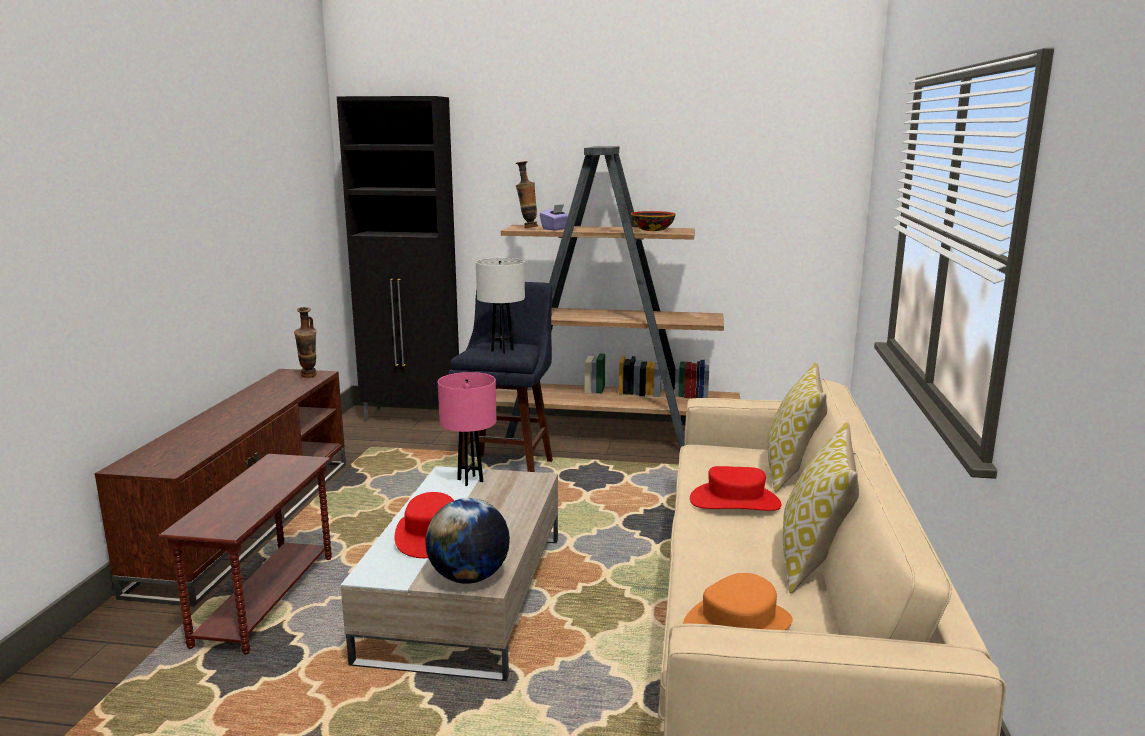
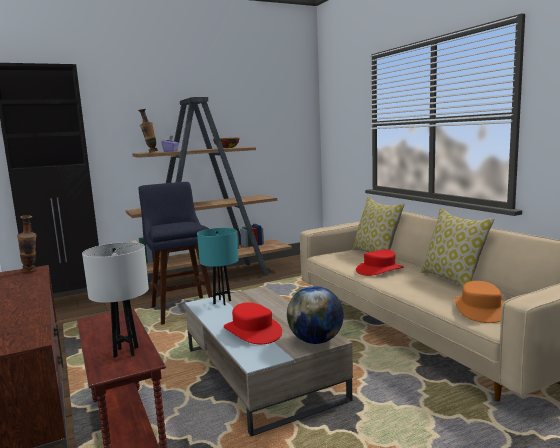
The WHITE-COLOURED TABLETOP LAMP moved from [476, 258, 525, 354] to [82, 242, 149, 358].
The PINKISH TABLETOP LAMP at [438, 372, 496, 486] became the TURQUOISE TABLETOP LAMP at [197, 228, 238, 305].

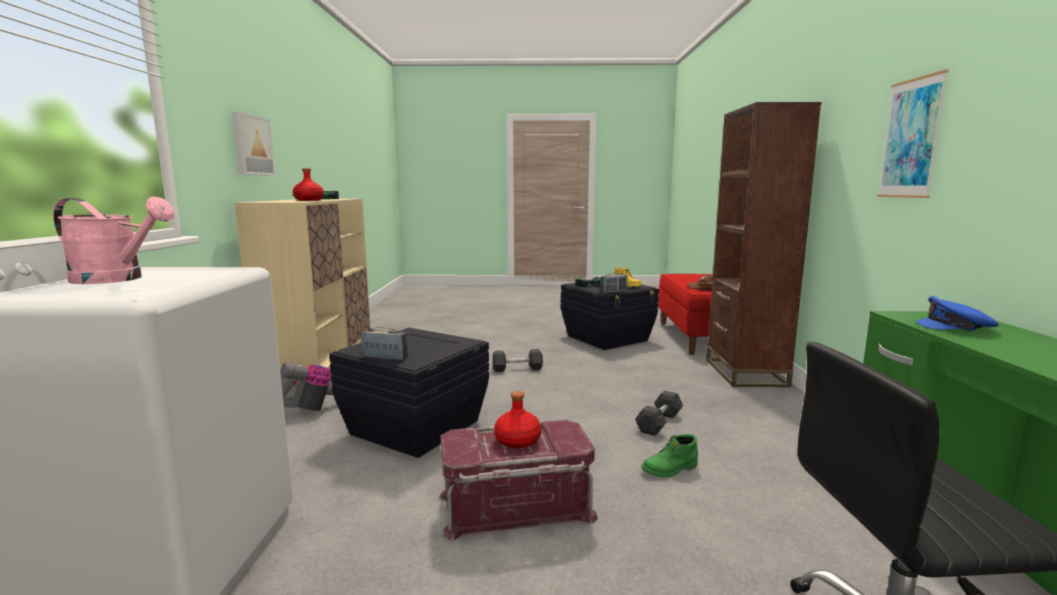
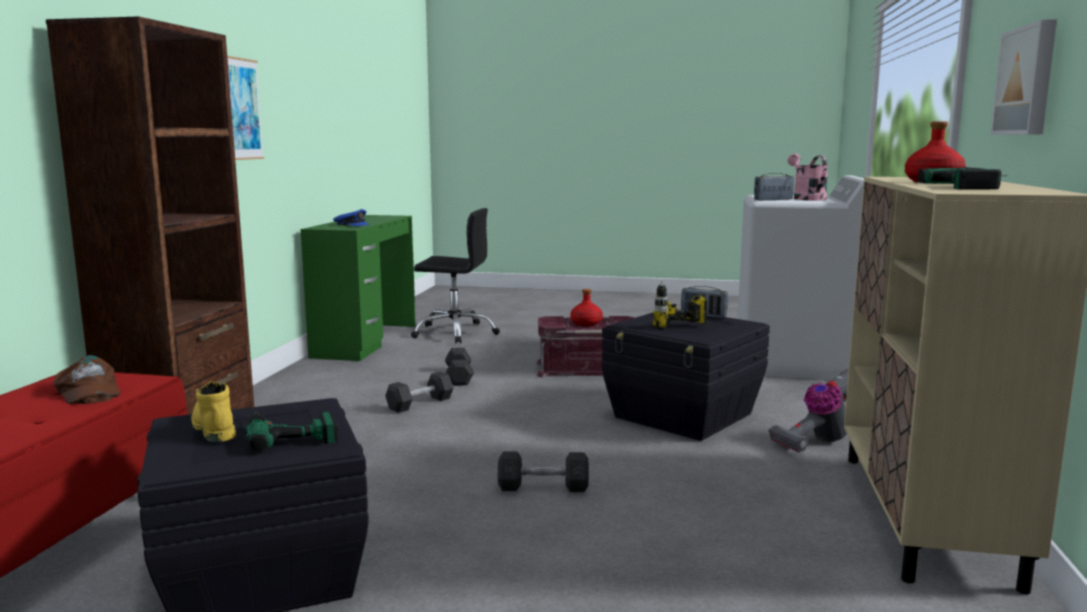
The PINKISH WATERING POT at [53, 196, 175, 284] turned 60 degrees clockwise.
The RADIO RECEIVER moved from [600, 273, 627, 293] to [754, 173, 794, 201].
The GREEN-COLOURED HIGH-TOP BOOT at [641, 434, 698, 477] was replaced by the GREYISH DUMBBELL at [445, 348, 474, 386].
The DRILL at [653, 281, 707, 328] appeared.

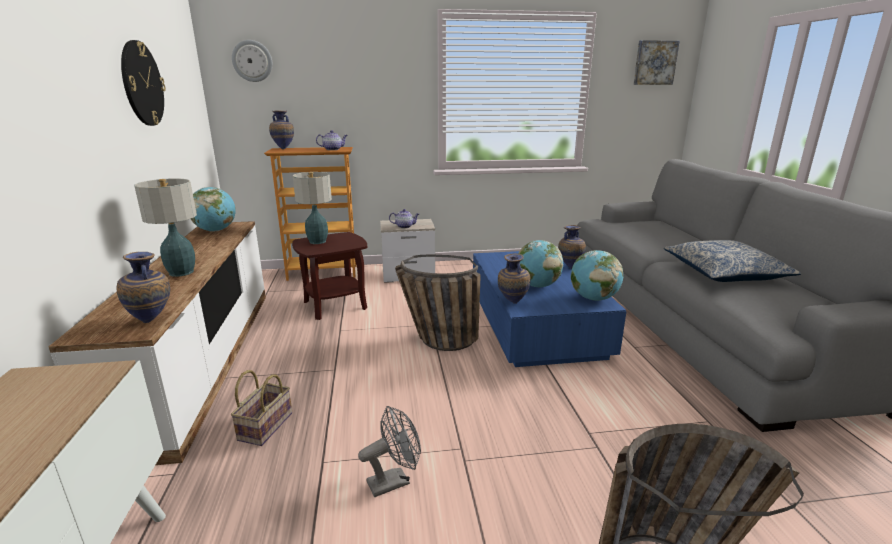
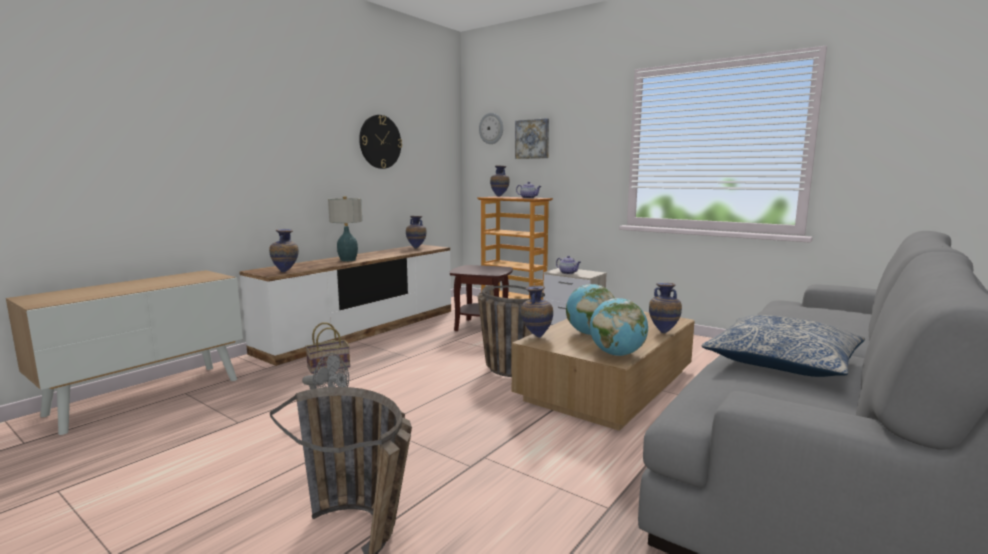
The WALL PICTURE moved from [633, 40, 680, 85] to [515, 118, 549, 159].
The TABLETOP LAMP at [293, 172, 332, 244] disappeared.
The WORLD GLOBE at [191, 187, 236, 232] was replaced by the VASE at [406, 216, 426, 248].
The BLUE-COLOURED LOUNGE TABLE at [473, 251, 626, 367] became the BROWN LOUNGE TABLE at [512, 312, 695, 431].

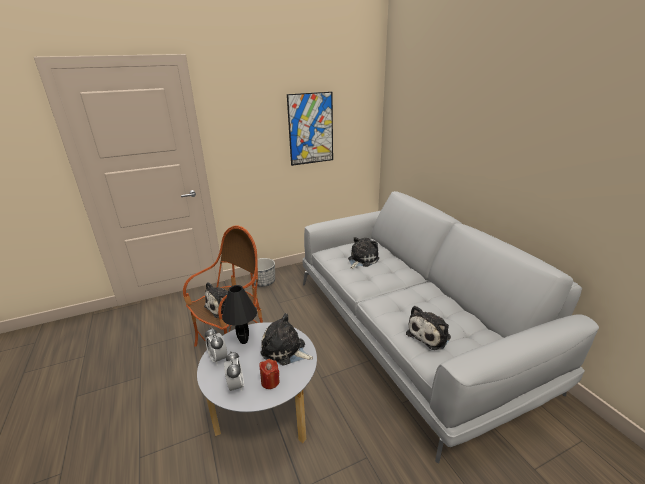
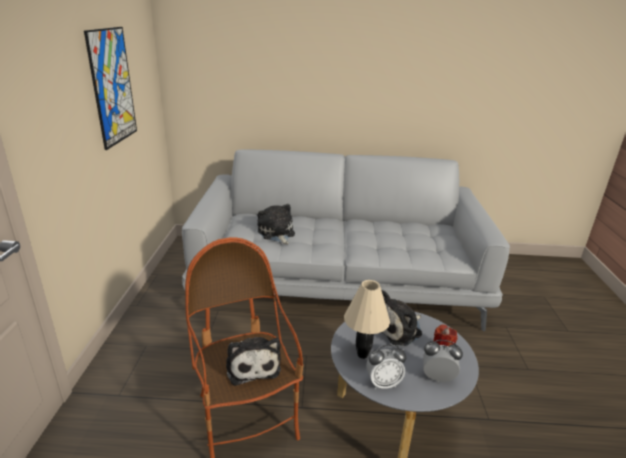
The PLANTER at [253, 258, 275, 287] disappeared.
The BLACK TABLETOP LAMP at [222, 285, 257, 344] became the BEIGE TABLETOP LAMP at [344, 280, 390, 359].
The SOFT TOY at [406, 306, 451, 350] disappeared.

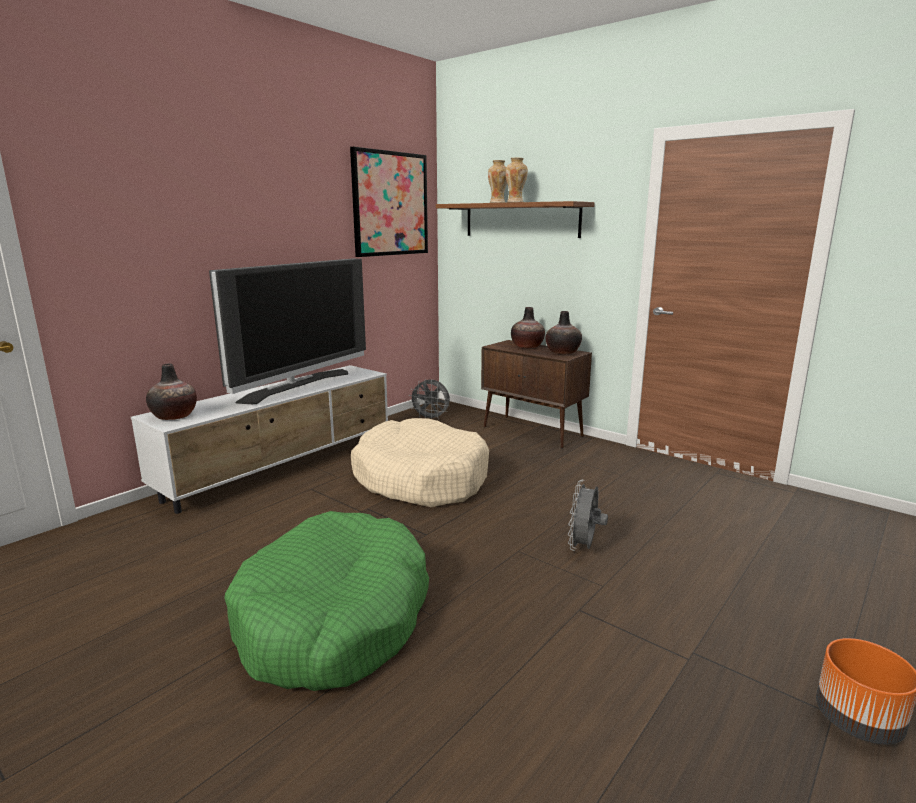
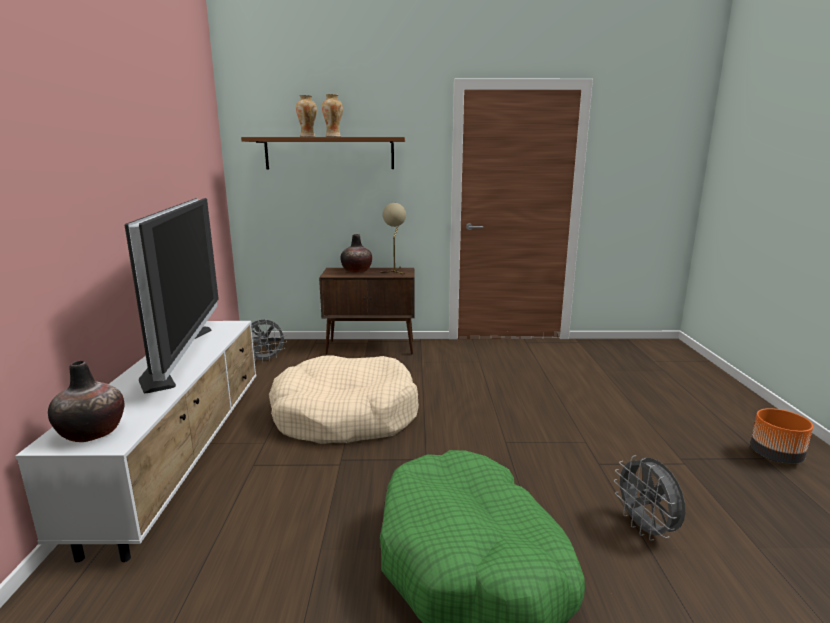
The WALL PICTURE at [350, 147, 428, 257] disappeared.
The VASE at [546, 311, 582, 354] was replaced by the BEIGE TABLETOP LAMP at [380, 203, 406, 274].
The GREYISH COOLING FAN moved from [568, 480, 608, 551] to [614, 455, 686, 541].

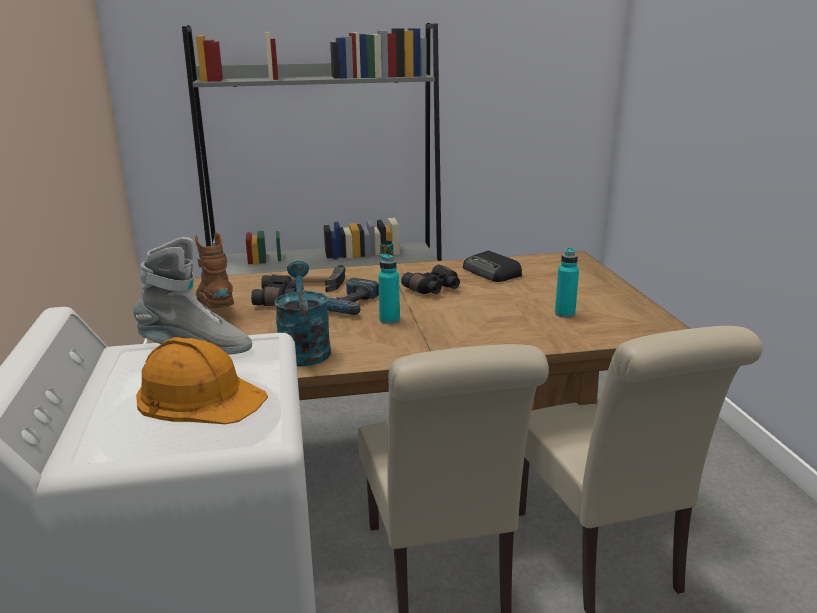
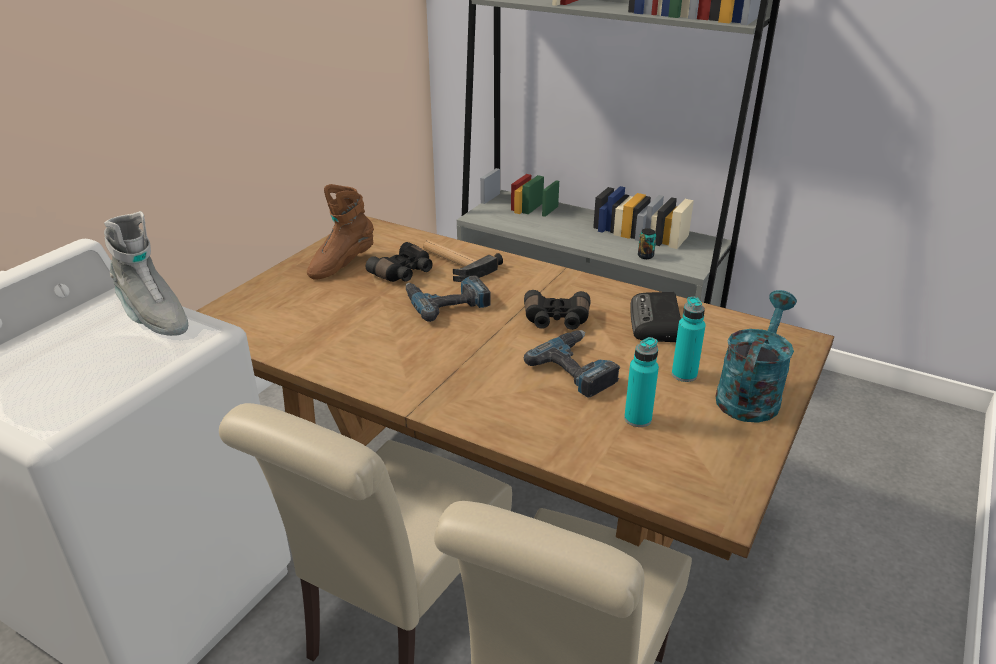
The BROWN HIGH-TOP BOOT at [195, 232, 234, 308] turned 150 degrees counterclockwise.
The TURQUOISE DRINK BOTTLE moved from [378, 254, 400, 324] to [672, 296, 706, 382].
The TURQUOISE WATERING POT moved from [275, 261, 331, 366] to [715, 290, 797, 423].
The ORANGE-COLOURED WORK HELMET at [136, 337, 268, 424] disappeared.
The DRILL at [524, 330, 620, 397] appeared.

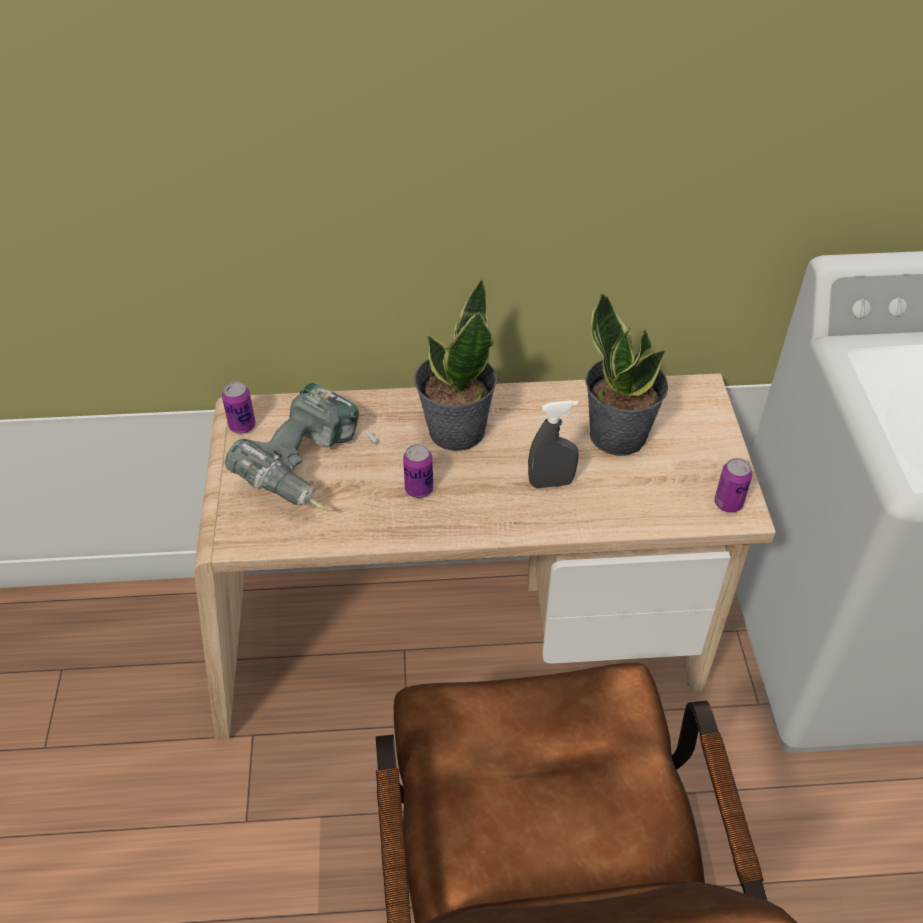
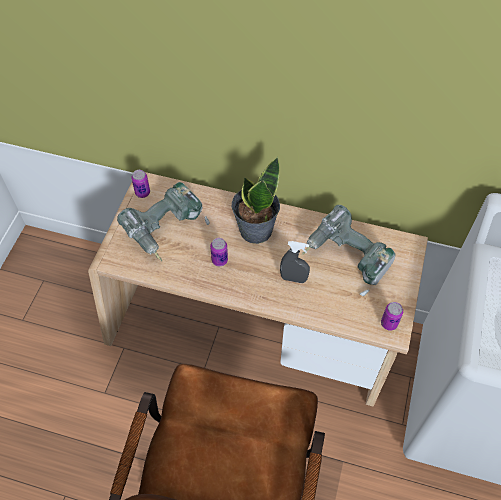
The POTTED PLANT at [585, 292, 668, 456] was replaced by the DRILL at [301, 205, 396, 296].

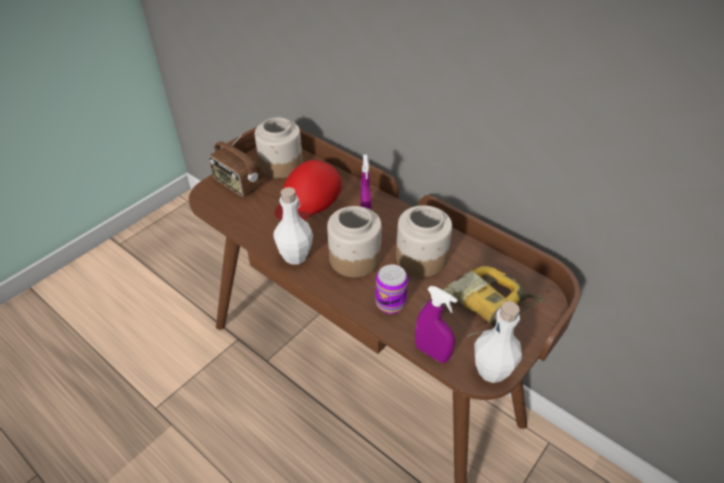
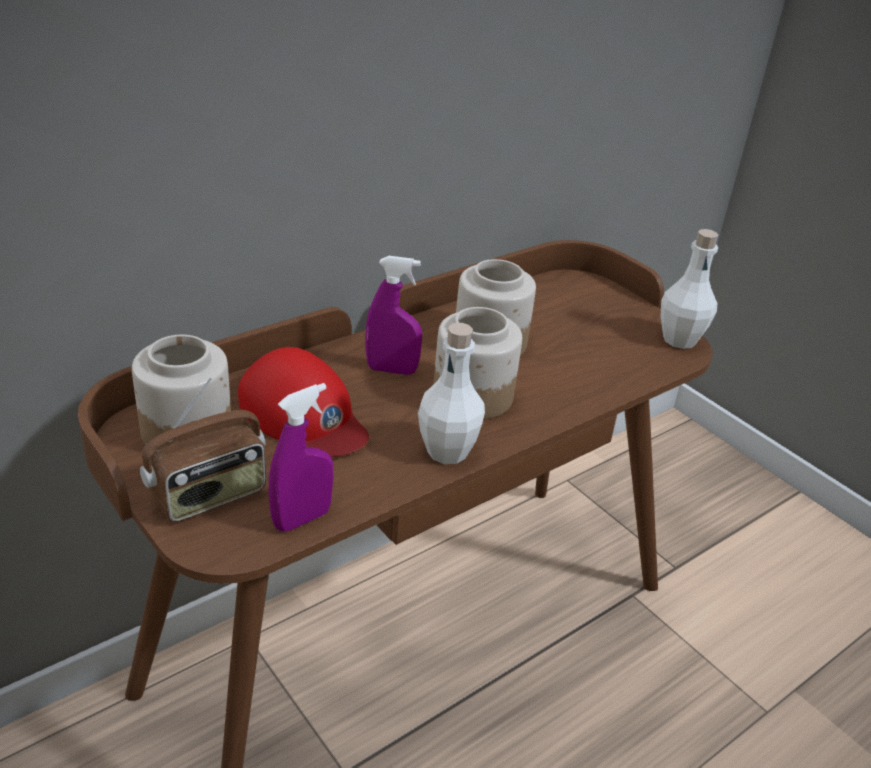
The METAL CAN at [376, 264, 408, 314] disappeared.
The DRILL at [420, 266, 546, 337] disappeared.
The PURPLE-COLOURED SPRAY BOTTLE moved from [415, 286, 458, 363] to [269, 383, 334, 532].

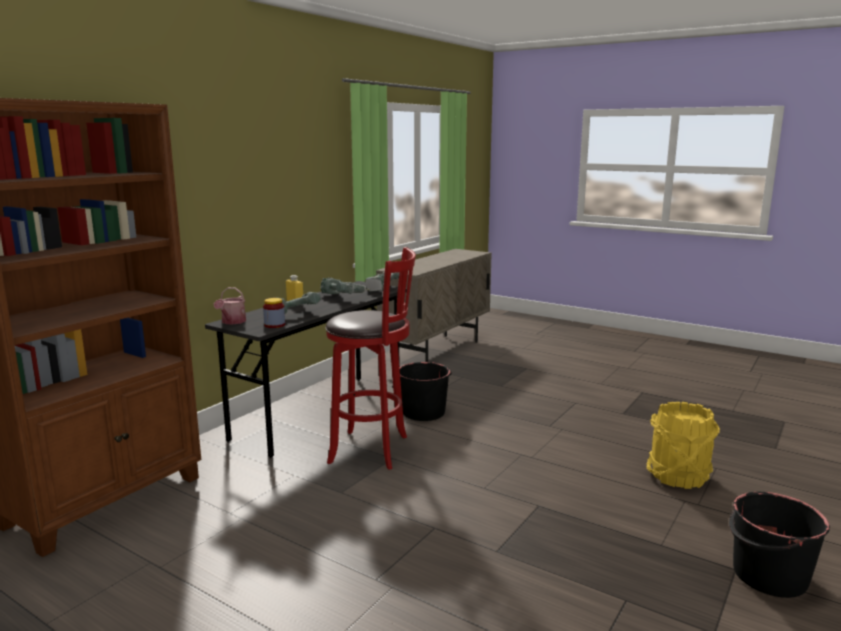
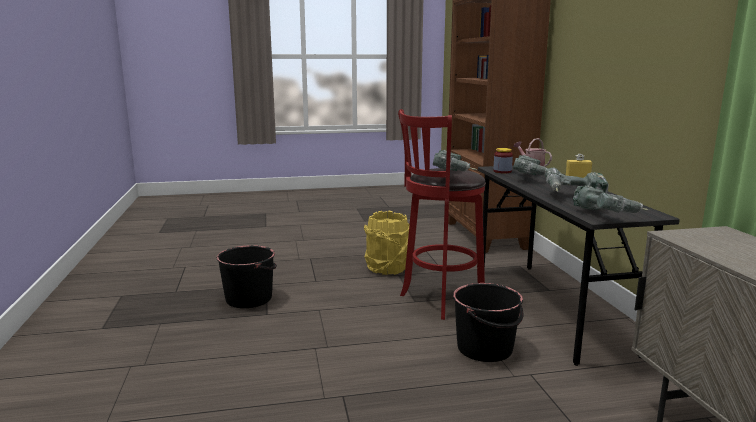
The YELLOW PAIL moved from [646, 402, 720, 489] to [364, 210, 410, 275].
The BLACK PAIL moved from [729, 492, 830, 598] to [217, 245, 277, 308].
The DRILL at [433, 150, 477, 171] appeared.

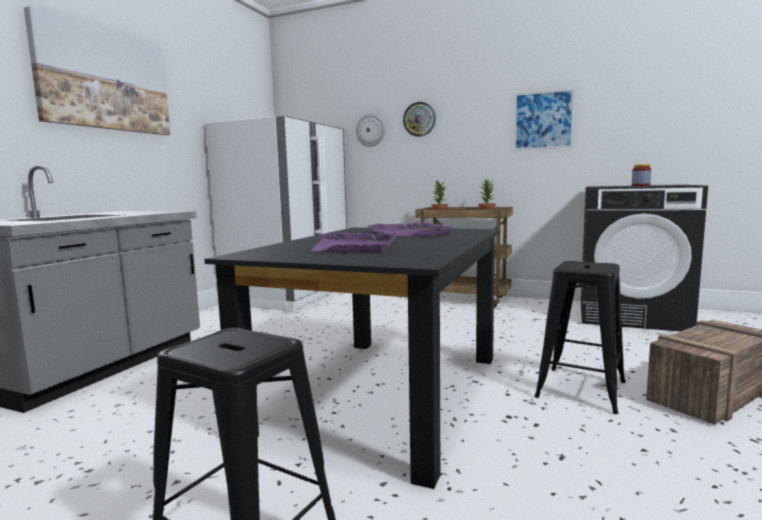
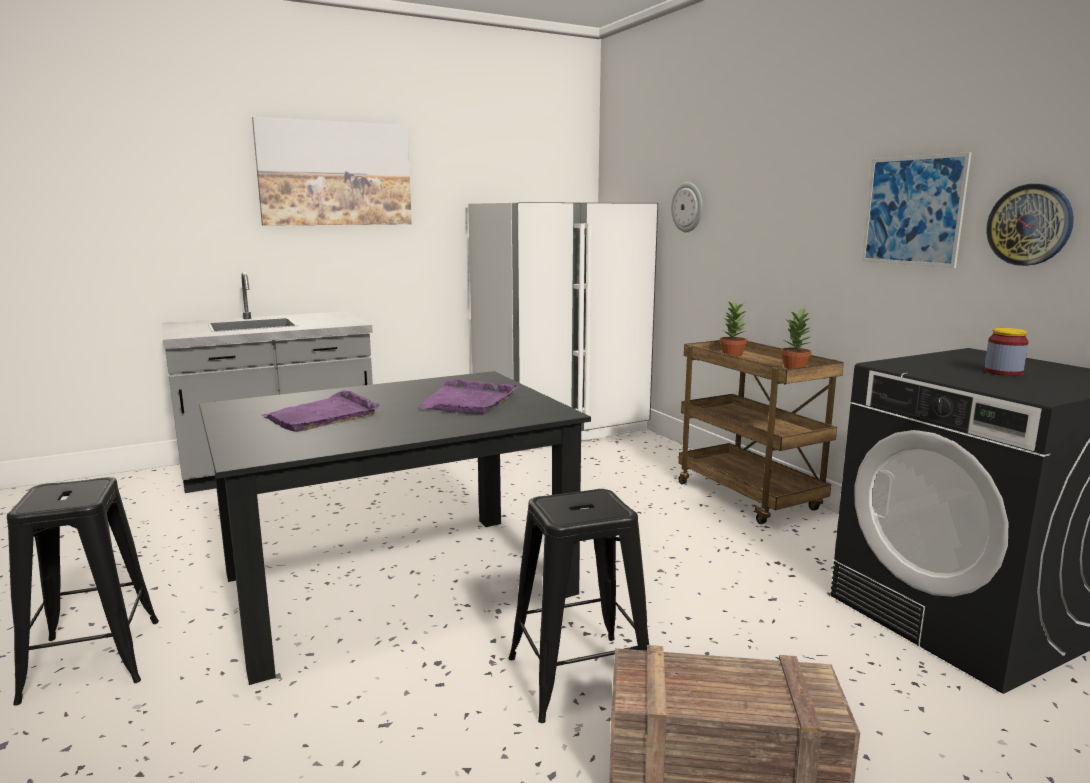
The HANGING CLOCK moved from [403, 102, 436, 137] to [986, 184, 1074, 266].

